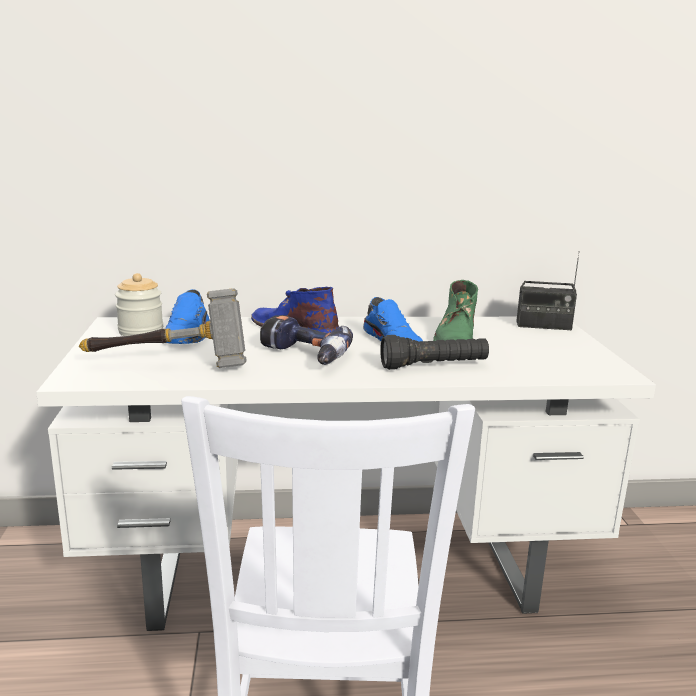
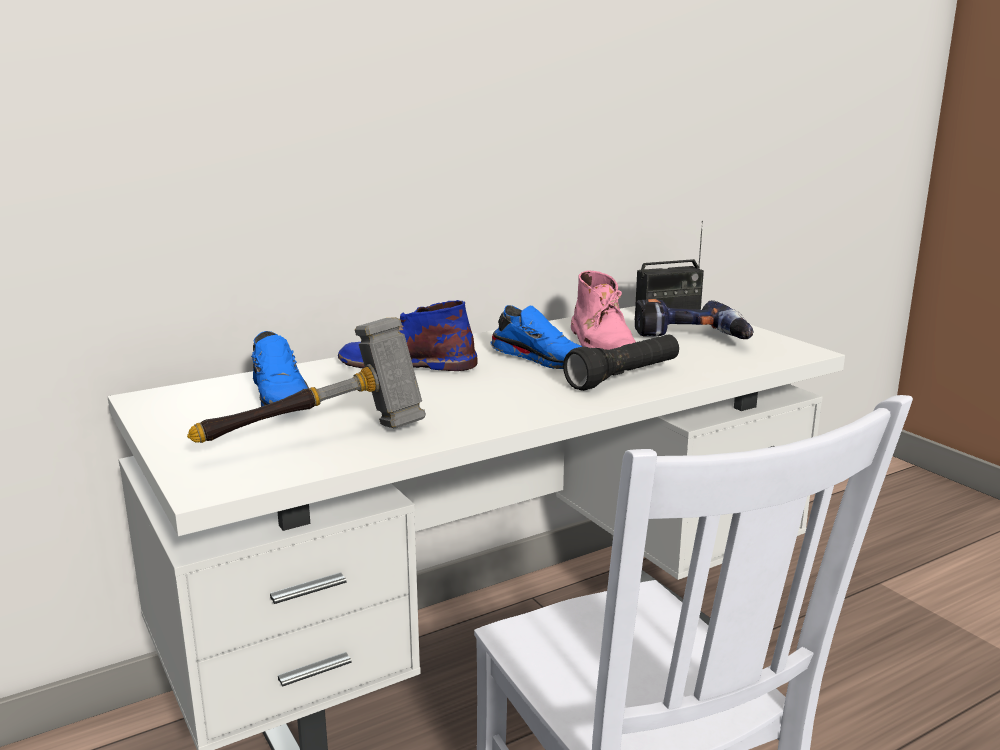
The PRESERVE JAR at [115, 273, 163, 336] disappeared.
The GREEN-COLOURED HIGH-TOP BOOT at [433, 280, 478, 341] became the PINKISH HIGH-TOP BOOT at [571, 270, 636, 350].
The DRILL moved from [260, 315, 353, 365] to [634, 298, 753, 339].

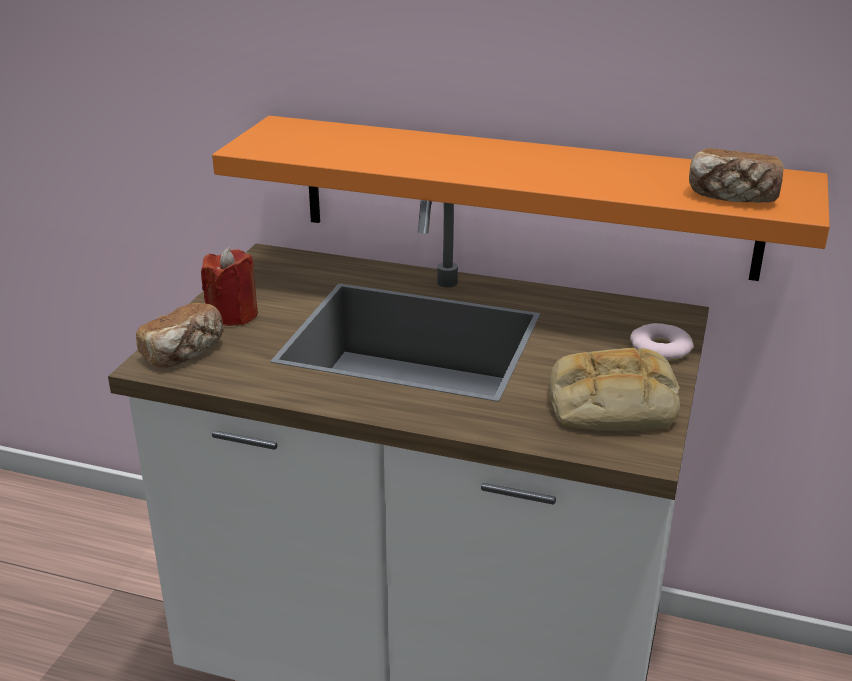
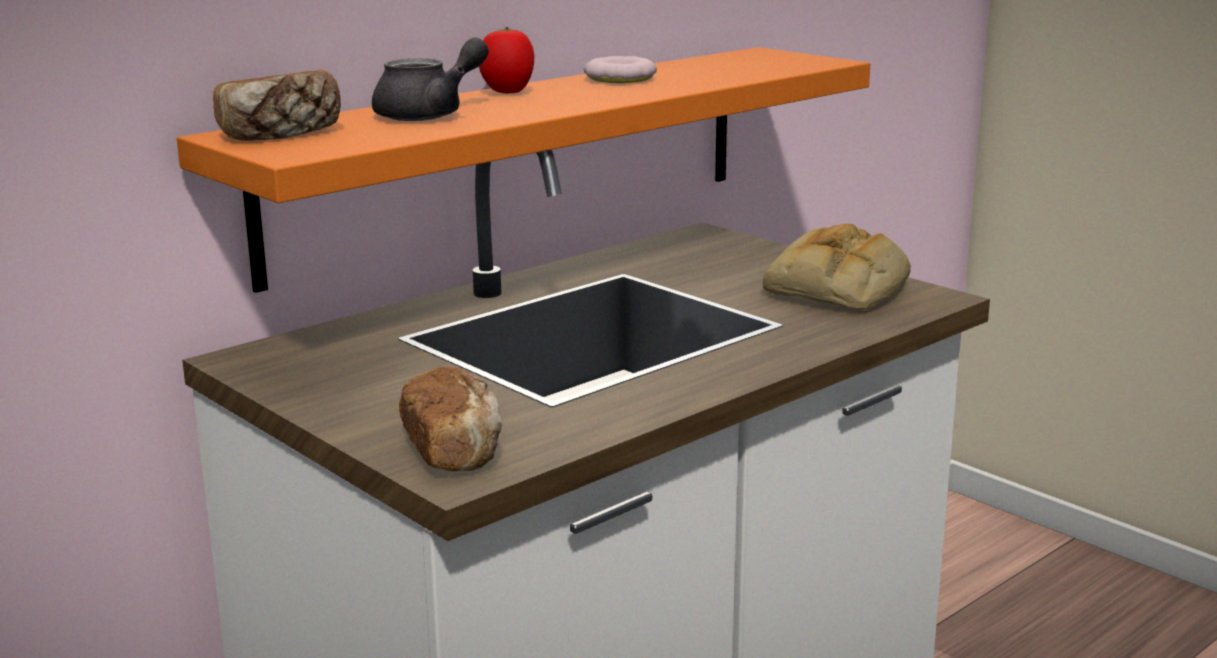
The BAKED BREAD moved from [689, 148, 784, 203] to [213, 70, 341, 141].
The REDDISH WAX LIGHT at [201, 247, 258, 326] disappeared.
The DONUT moved from [630, 323, 694, 361] to [584, 56, 657, 83].
The FRESH TOMATO at [479, 27, 534, 93] appeared.
The GREYISH TEAPOT at [372, 38, 489, 121] appeared.

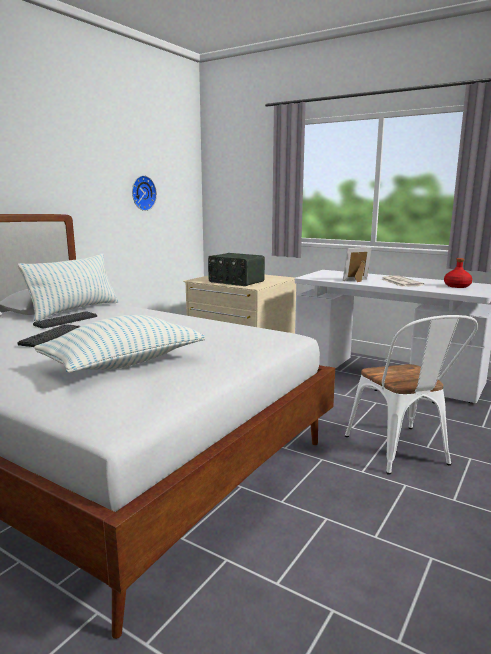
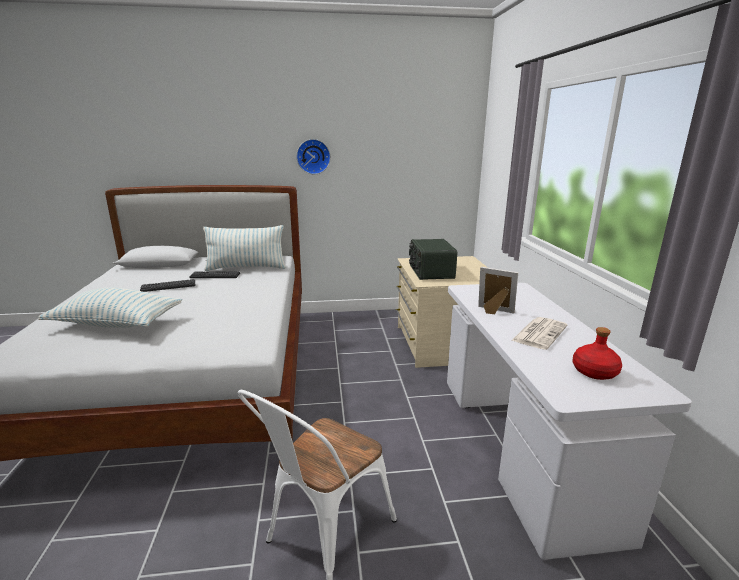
The HANGING CLOCK moved from [132, 175, 157, 211] to [296, 139, 331, 174].

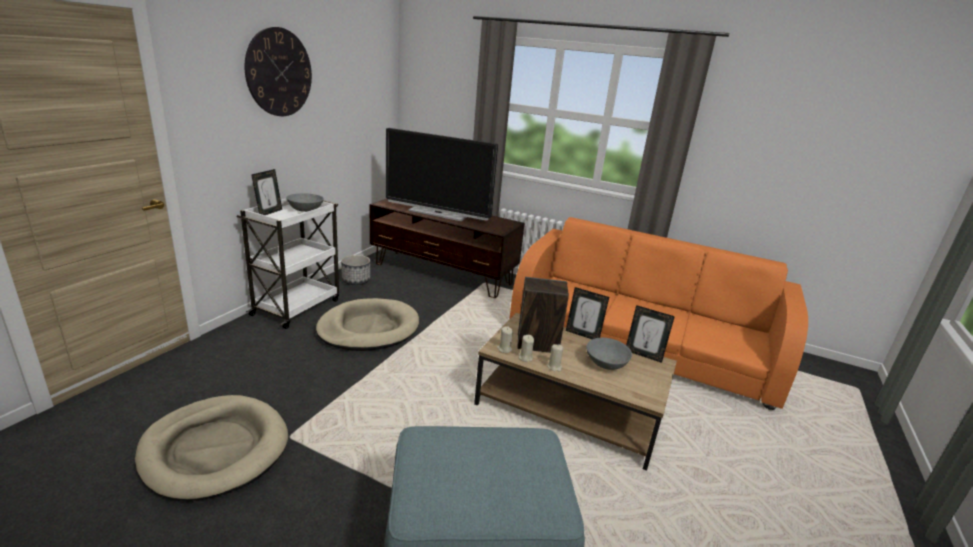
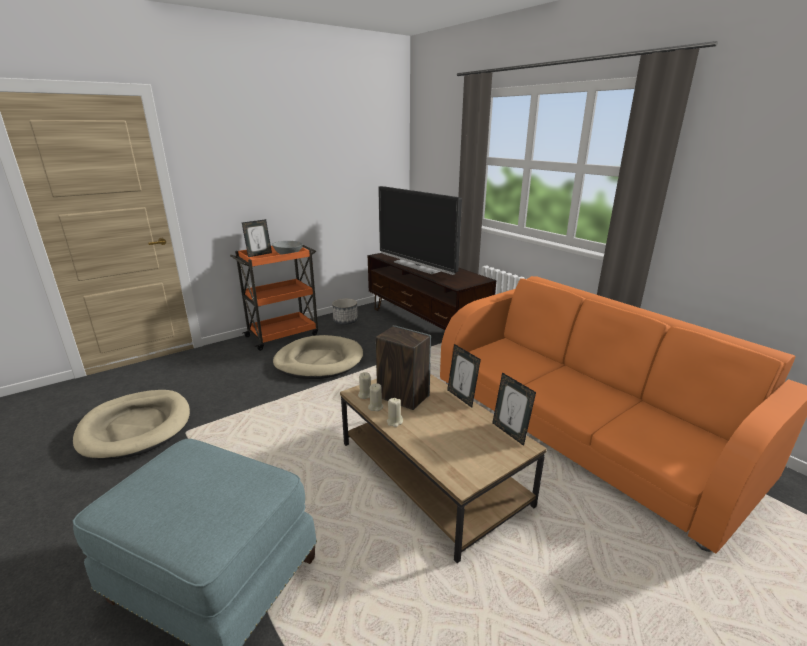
The HANGING CLOCK at [245, 27, 312, 116] disappeared.
The WHITE-COLOURED WHEELED CART at [237, 199, 339, 329] became the ORANGE-COLOURED WHEELED CART at [230, 245, 318, 351].
The GREYISH BOWL at [586, 338, 632, 370] disappeared.

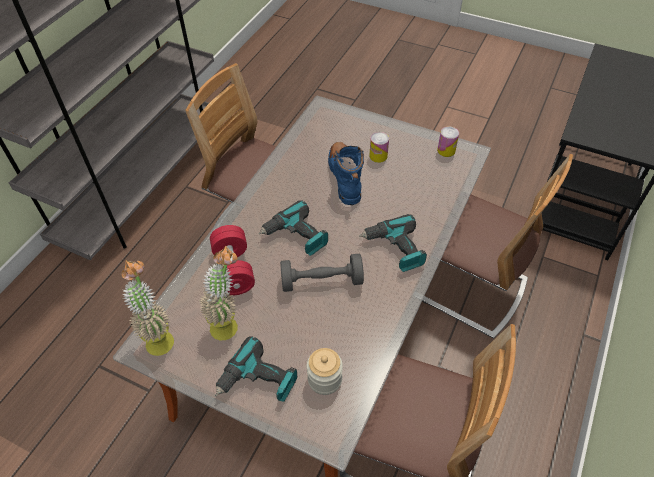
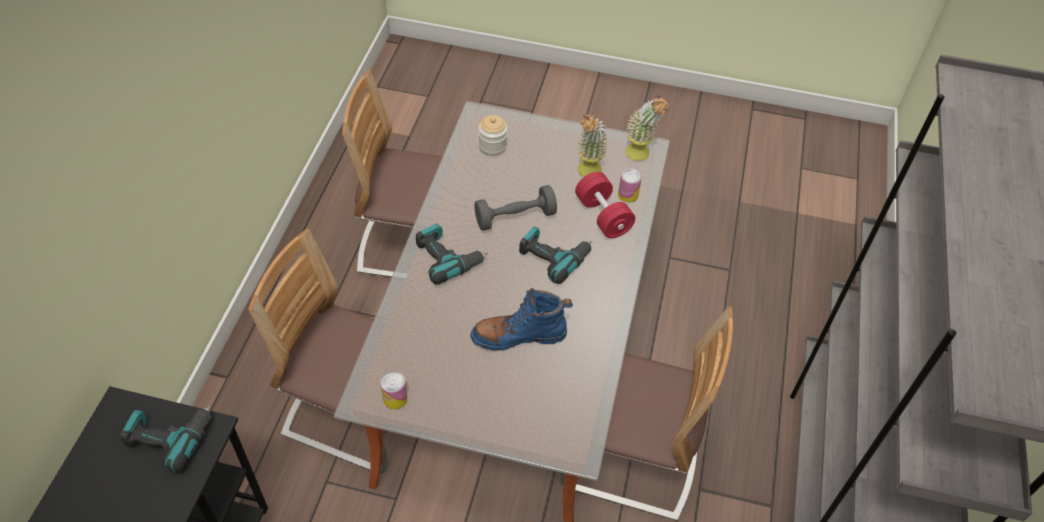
The METAL CAN moved from [369, 132, 389, 163] to [618, 169, 642, 202].
The BLUE-COLOURED HIGH-TOP BOOT at [328, 142, 364, 205] turned 105 degrees clockwise.
The DRILL moved from [215, 336, 297, 402] to [120, 405, 211, 473].

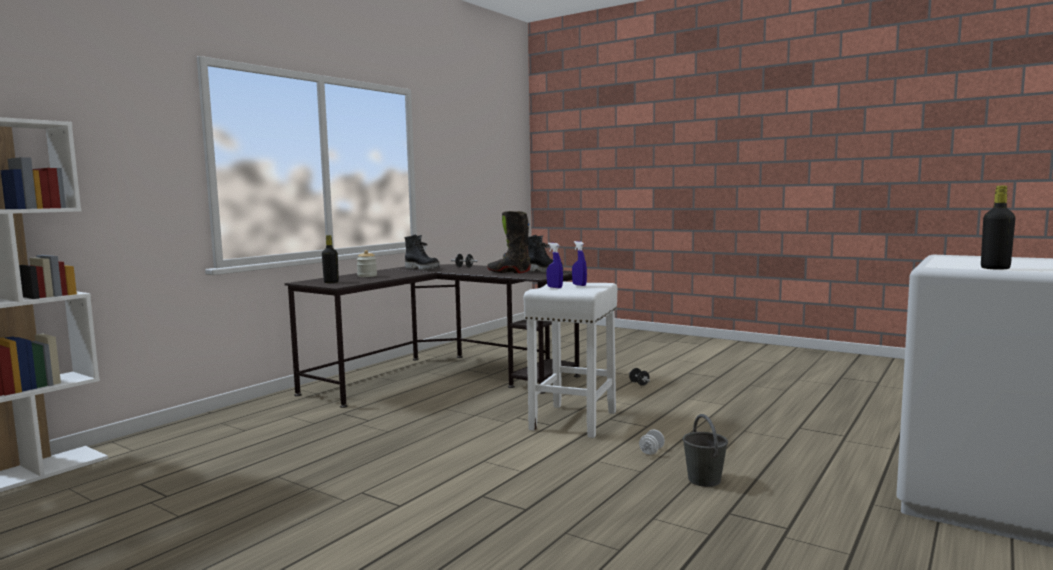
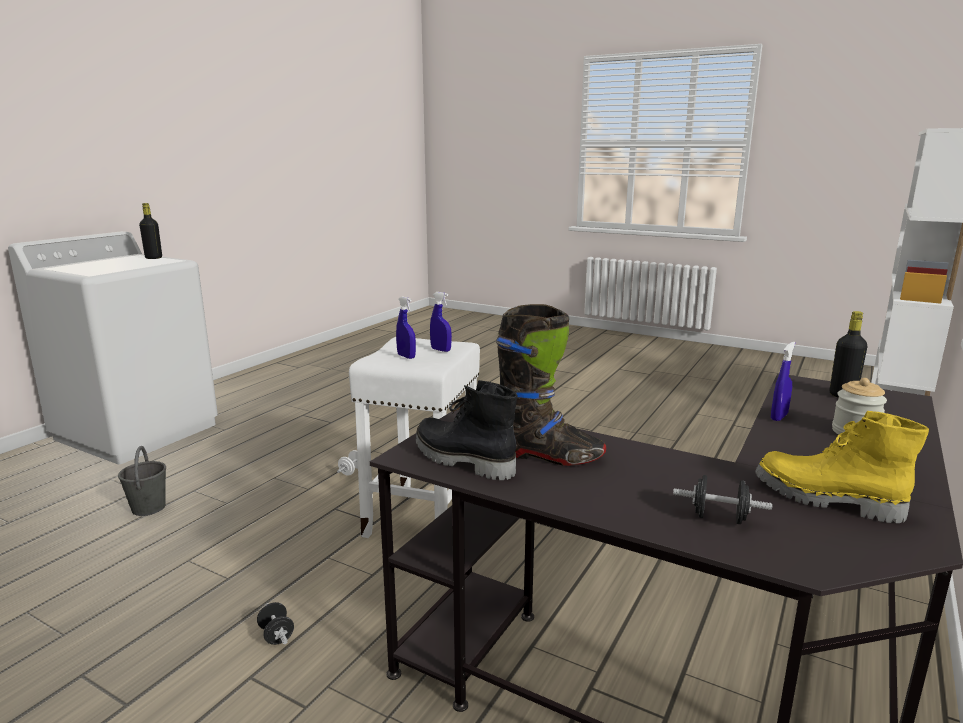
The BLACK HIGH-TOP BOOT at [405, 235, 440, 270] became the YELLOW HIGH-TOP BOOT at [755, 411, 929, 523].
The GREYISH PAIL moved from [683, 414, 728, 487] to [118, 446, 166, 516].
The BLUE-COLOURED SPRAY BOTTLE at [771, 342, 795, 421] appeared.

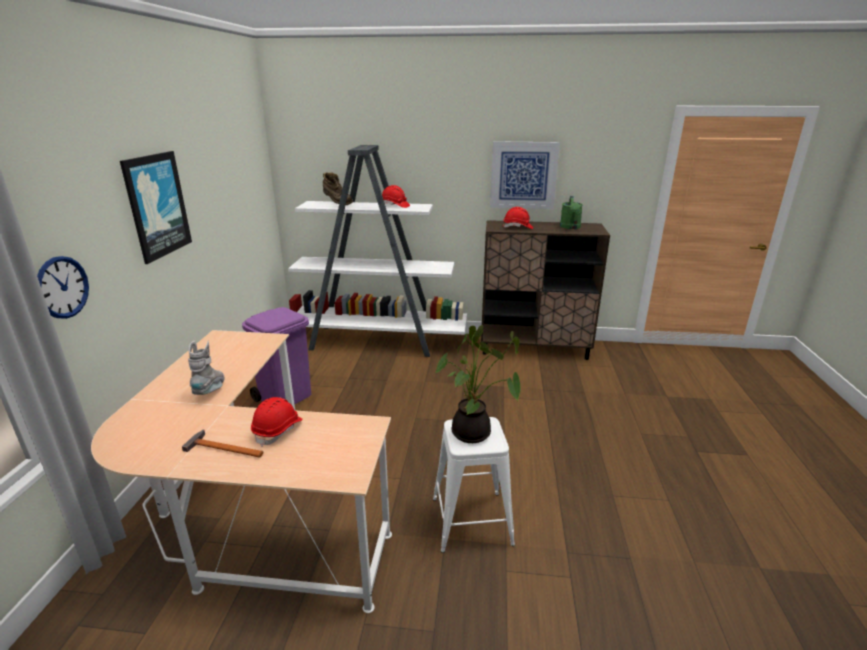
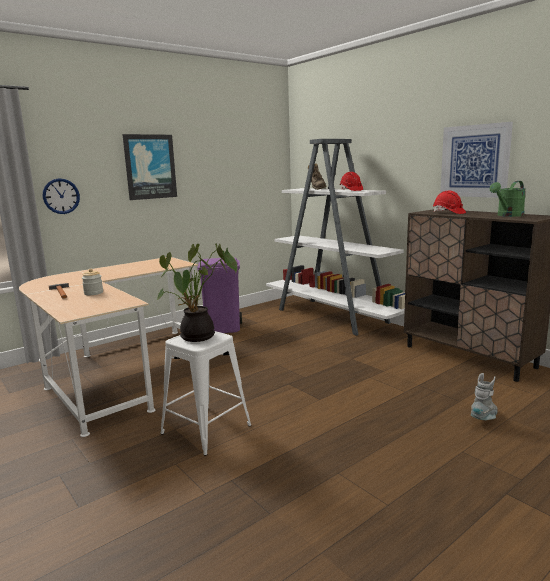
The GREYISH HIGH-TOP BOOT moved from [188, 341, 224, 395] to [471, 373, 497, 420].
The REDDISH WORK HELMET at [251, 397, 303, 447] was replaced by the PRESERVE JAR at [82, 269, 103, 295].

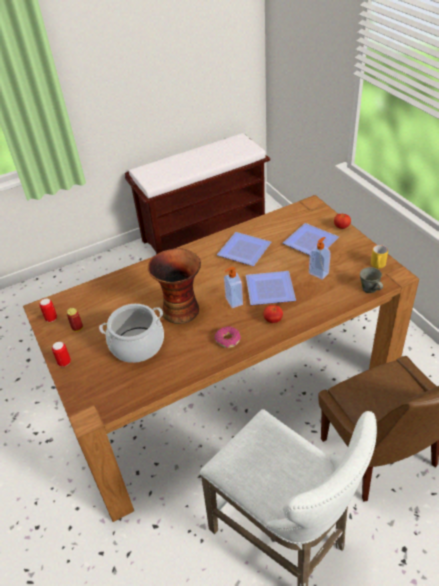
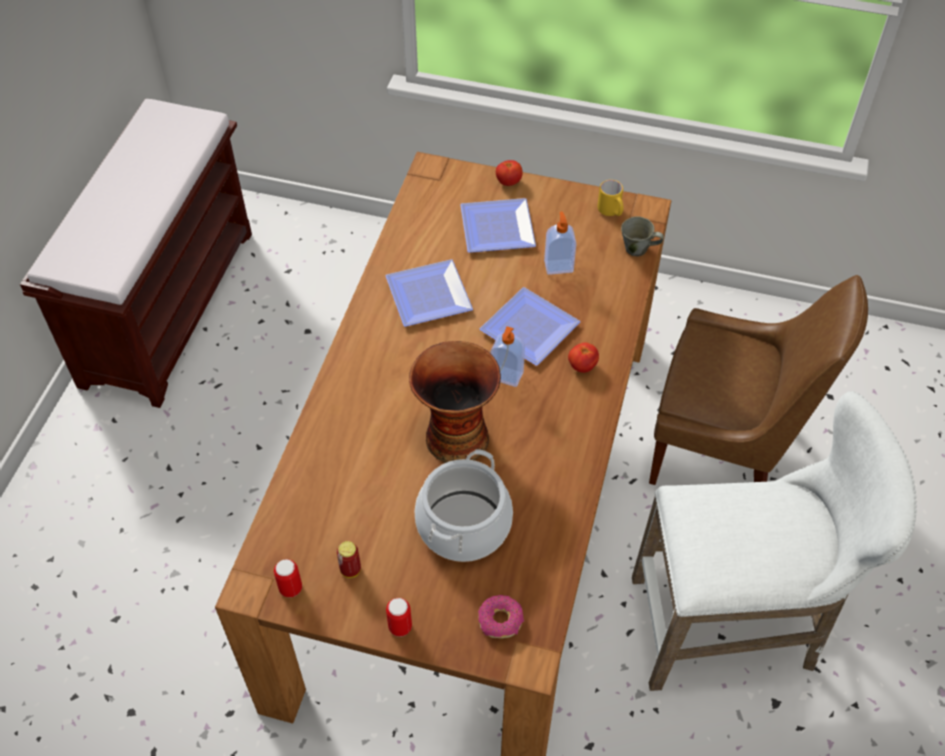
The DONUT moved from [215, 326, 241, 348] to [478, 595, 524, 639].

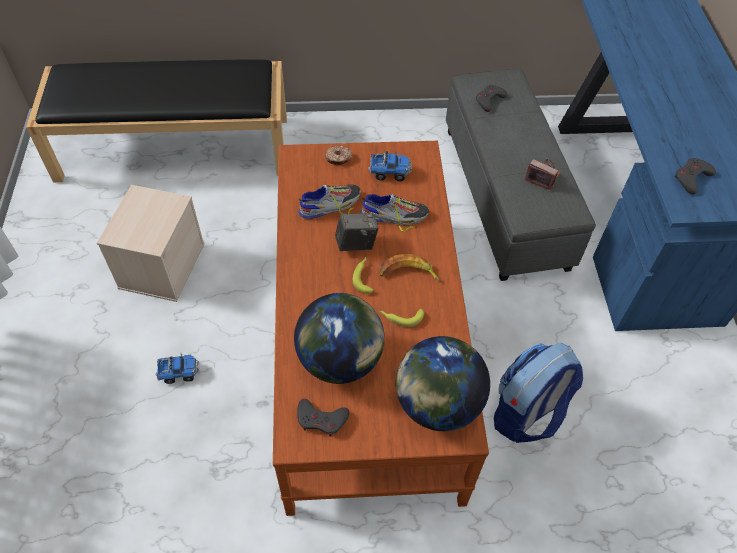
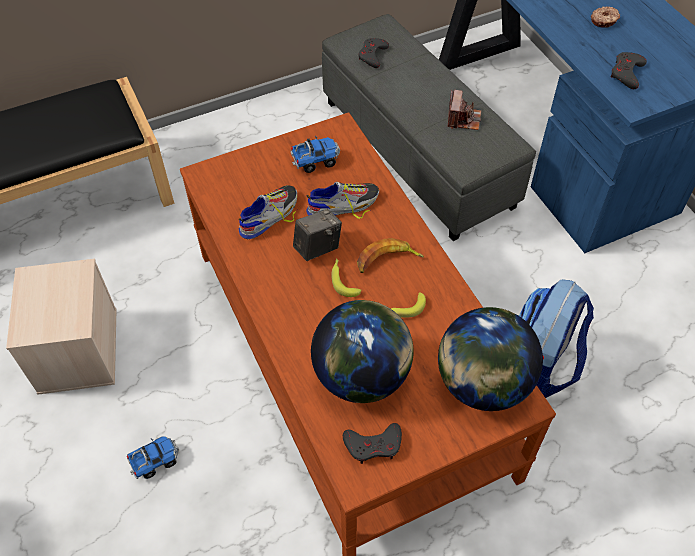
The DONUT moved from [325, 146, 352, 165] to [591, 7, 620, 28].
The STILL CAMERA at [524, 158, 561, 190] turned 90 degrees clockwise.

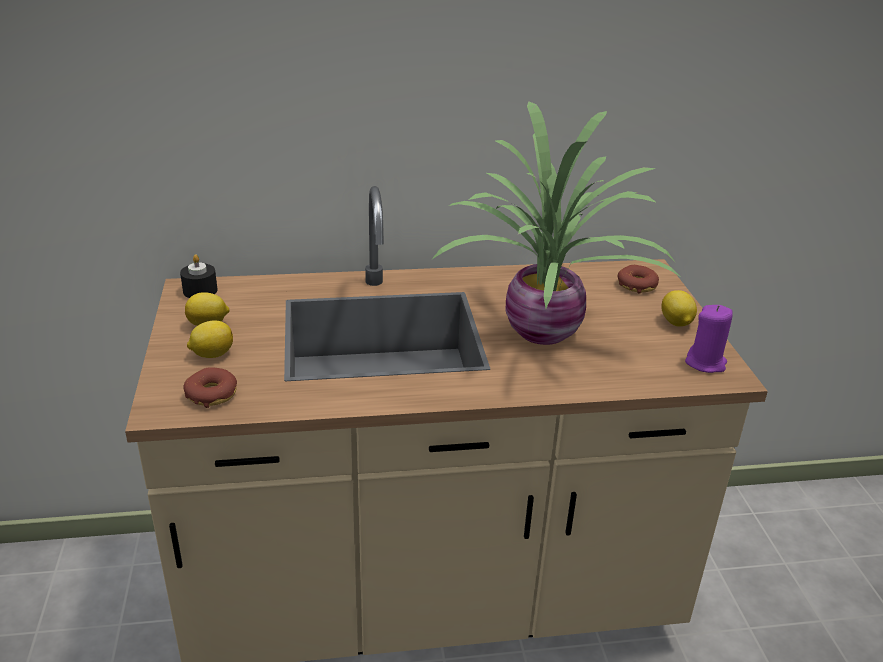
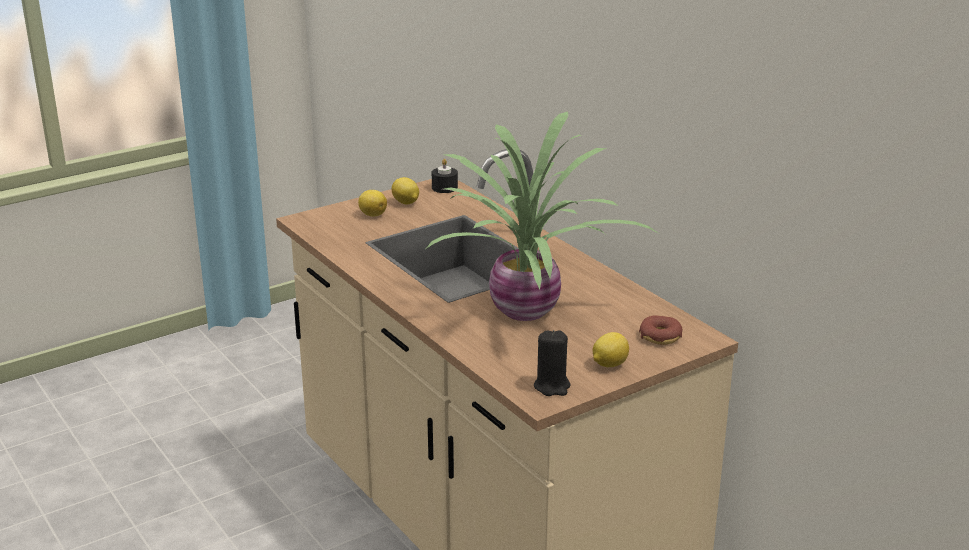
The PURPLE-COLOURED WAX LIGHT at [685, 305, 733, 373] became the BLACK WAX LIGHT at [534, 330, 571, 396].
The DONUT at [183, 367, 237, 408] disappeared.

